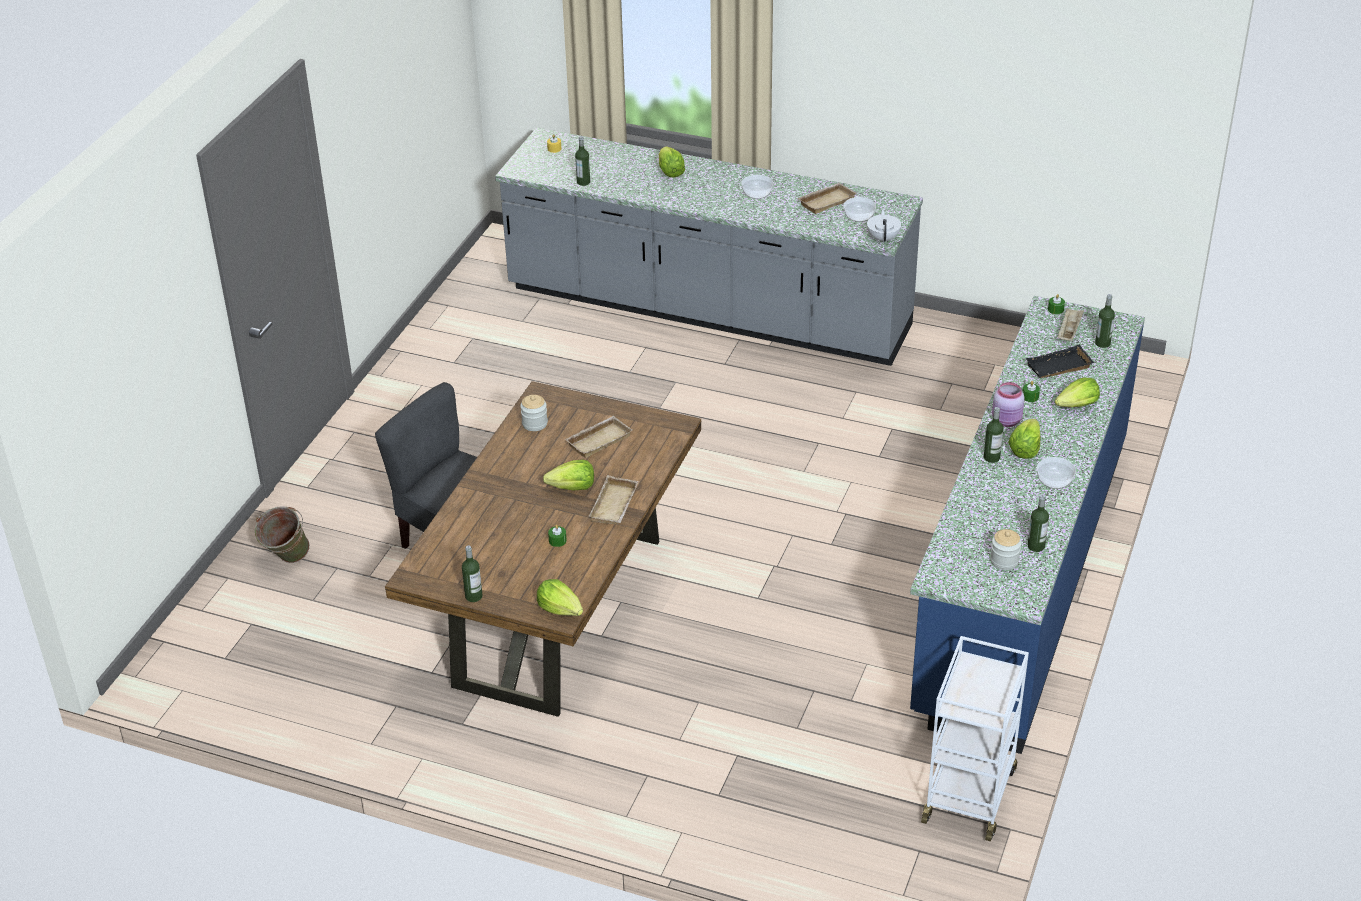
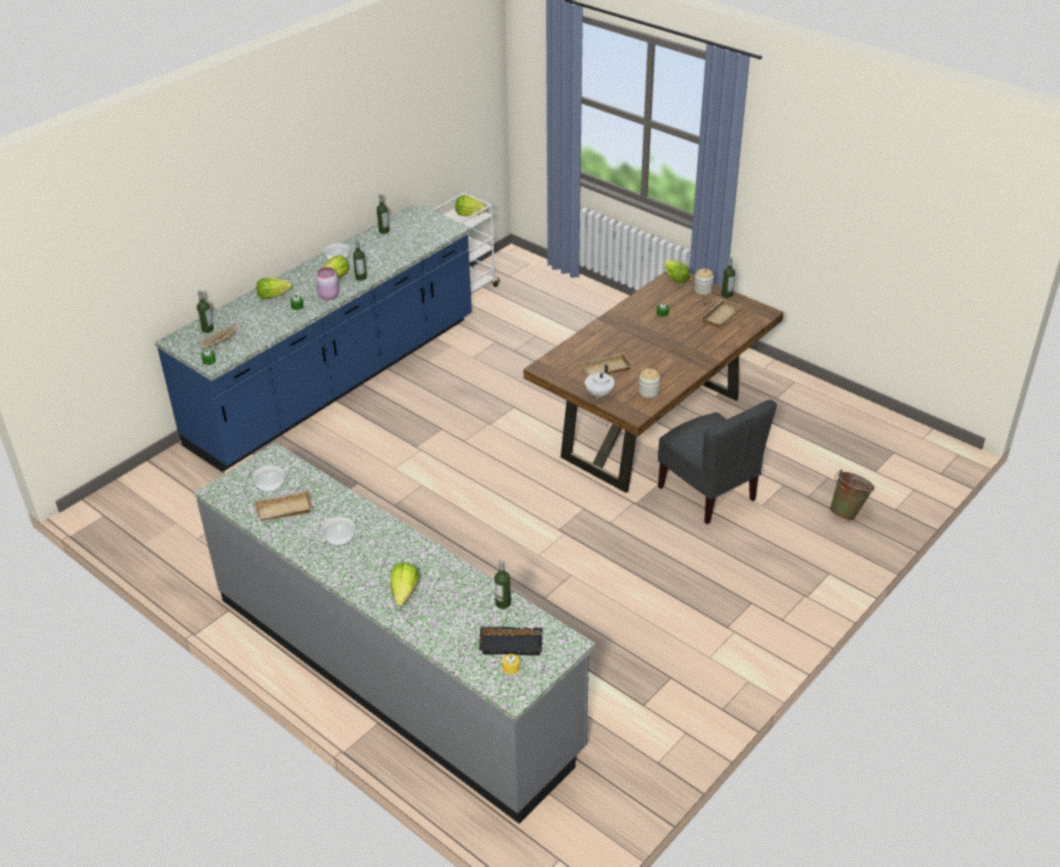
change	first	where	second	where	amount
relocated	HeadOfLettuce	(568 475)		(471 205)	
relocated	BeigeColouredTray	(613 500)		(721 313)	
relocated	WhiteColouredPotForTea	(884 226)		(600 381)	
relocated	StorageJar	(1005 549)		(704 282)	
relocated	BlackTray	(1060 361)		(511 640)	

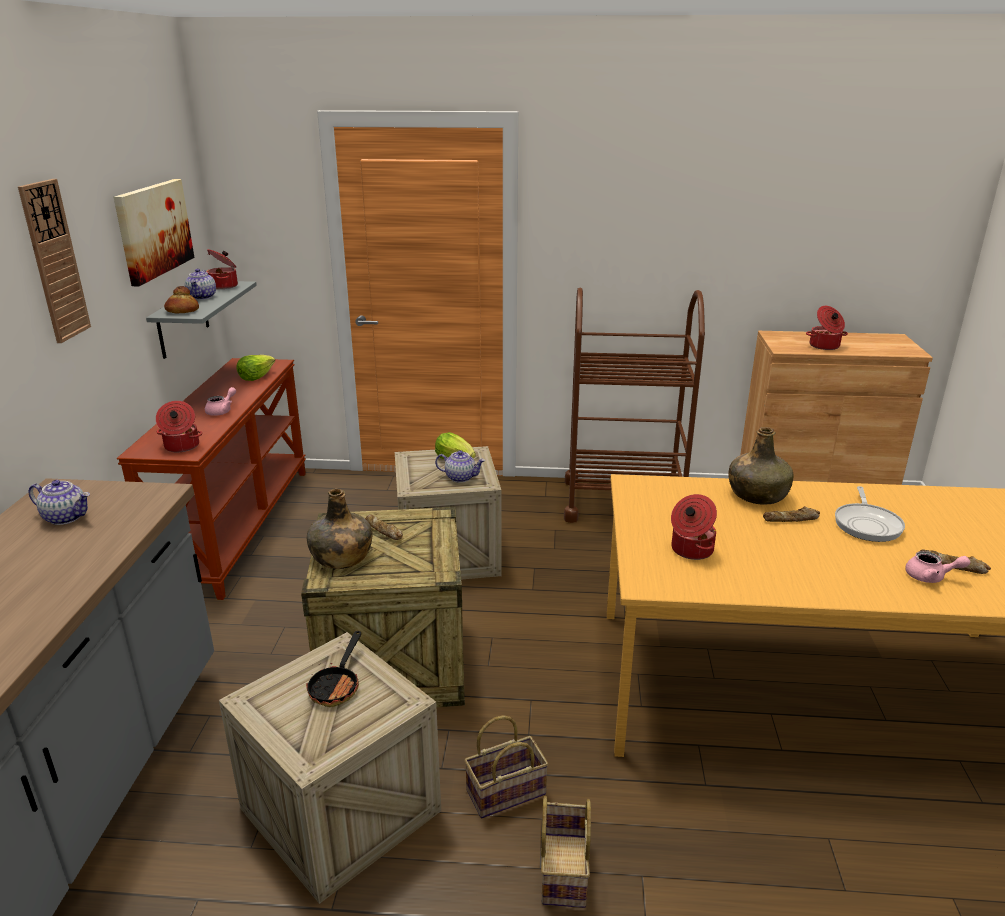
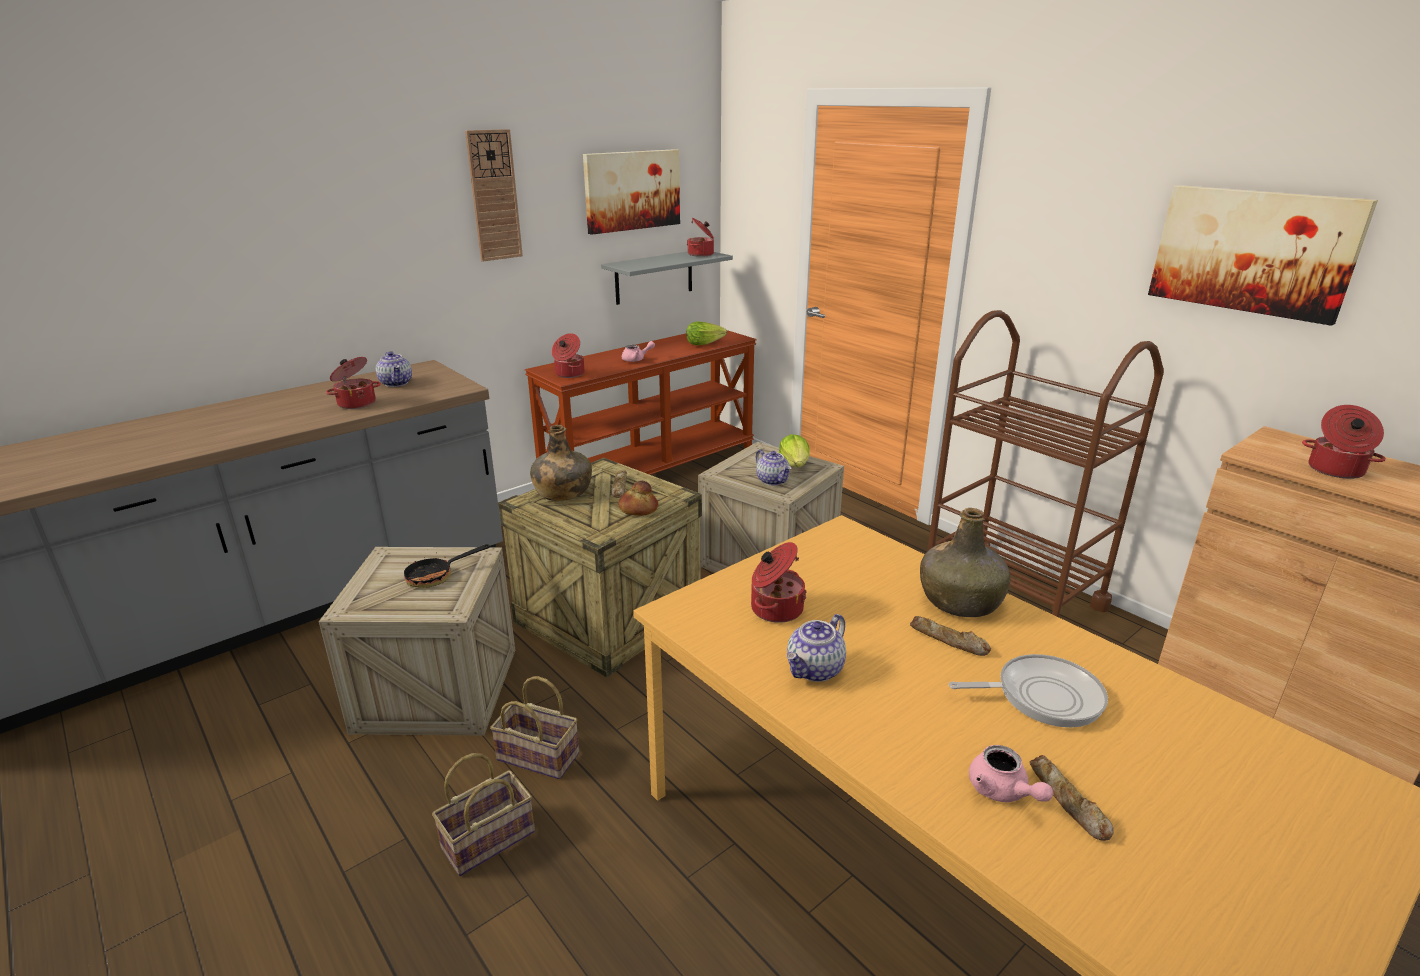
change	first	where	second	where	amount
appeared			Stockpot	(353 383)	
appeared			WallPicture	(1263 255)	
relocated	BakeryBread	(181 299)		(638 498)	
relocated	PotForTea	(200 284)		(816 648)	
spun	Skillet	(870 514)		(1028 691)	150 degrees counterclockwise

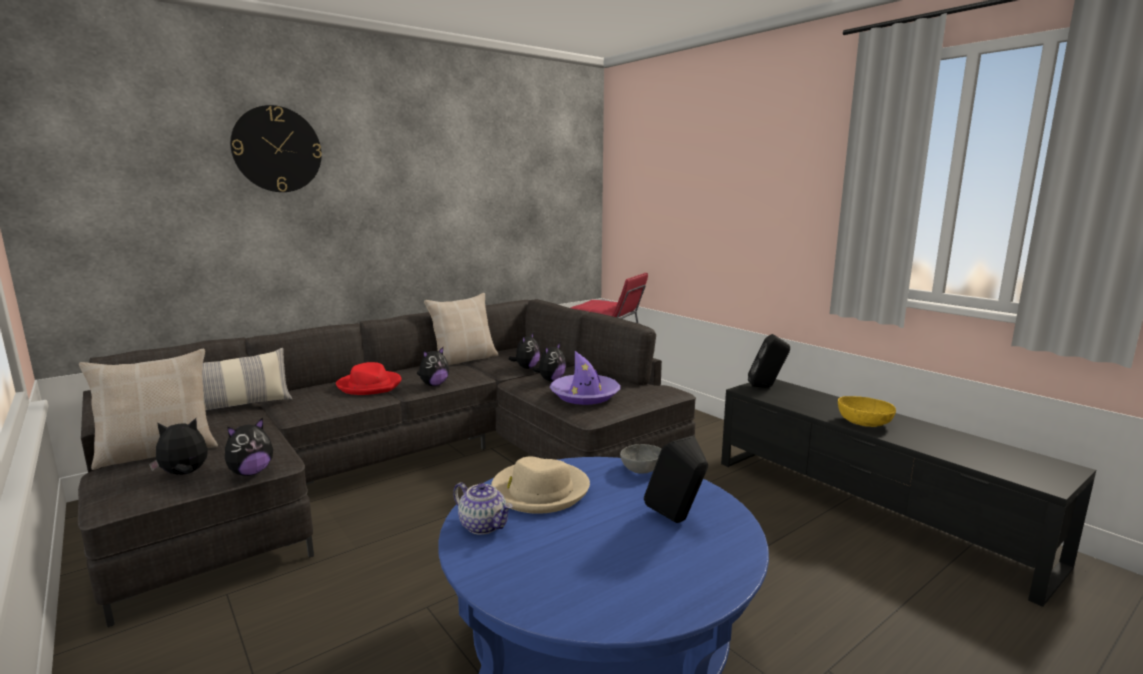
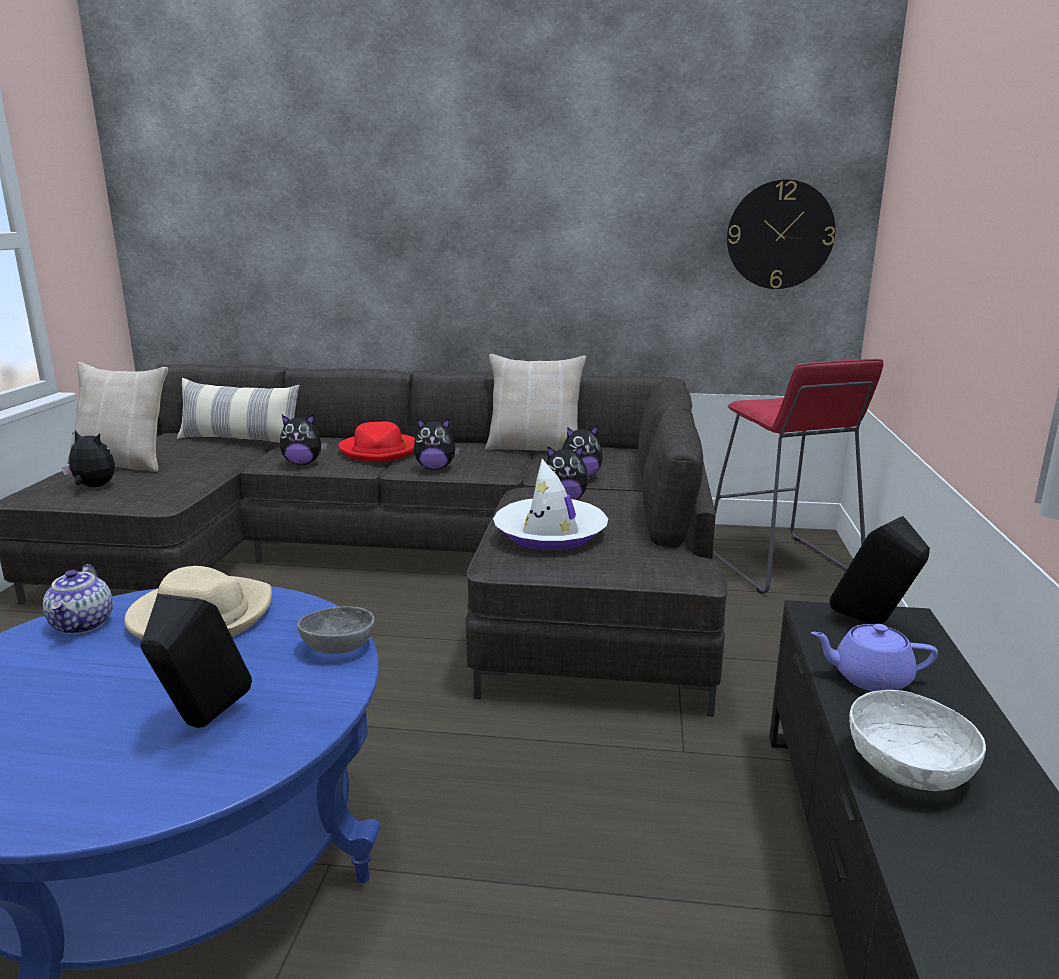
change	first	where	second	where	amount
appeared			PurplishPotForTea	(874 657)	
relocated	SoftToy	(249 447)		(303 439)	
relocated	ClockOnTheWall	(276 148)		(781 234)	
colour	PurplishHat	(585 378)	WhiteColouredHat	(550 504)	
colour	YellowColouredDeepDish	(867 411)	WhiteColouredDeepDish	(917 740)	

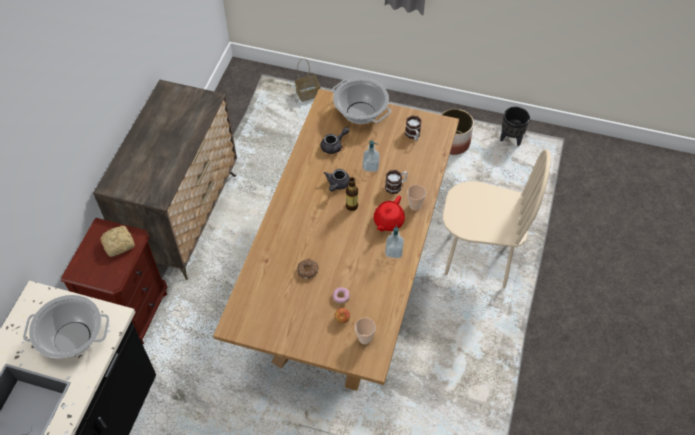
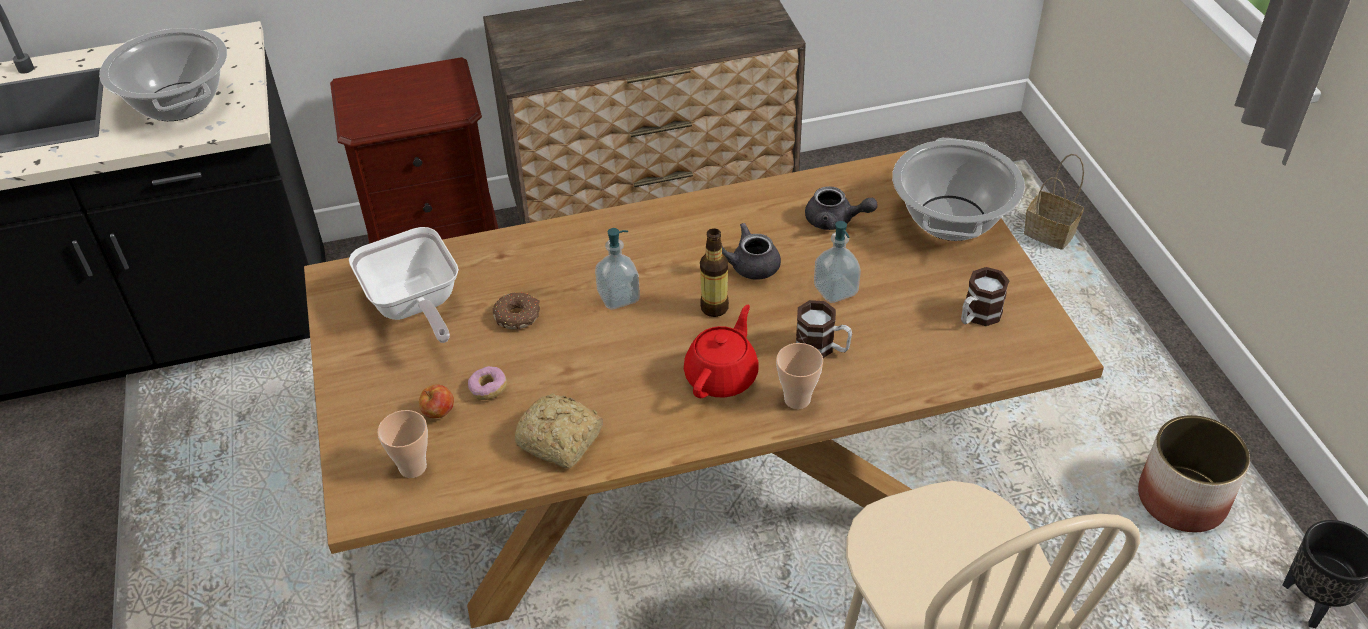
change	first	where	second	where	amount
appeared			Skillet	(404 285)	
relocated	BakeryBread	(118 241)		(559 430)	
relocated	SoapDispenser	(394 241)		(617 269)	
spun	ReddishPotForTea	(389 213)		(721 351)	120 degrees clockwise

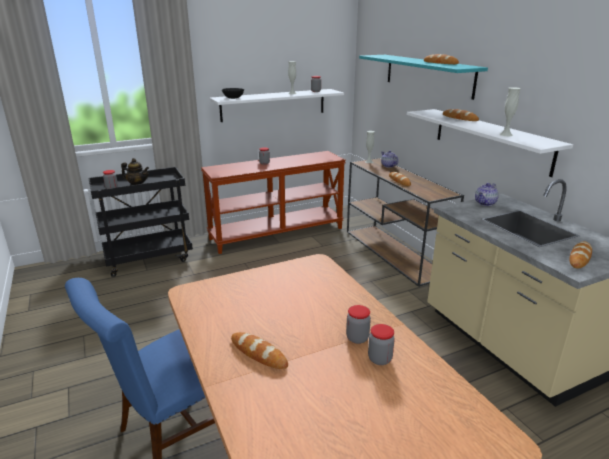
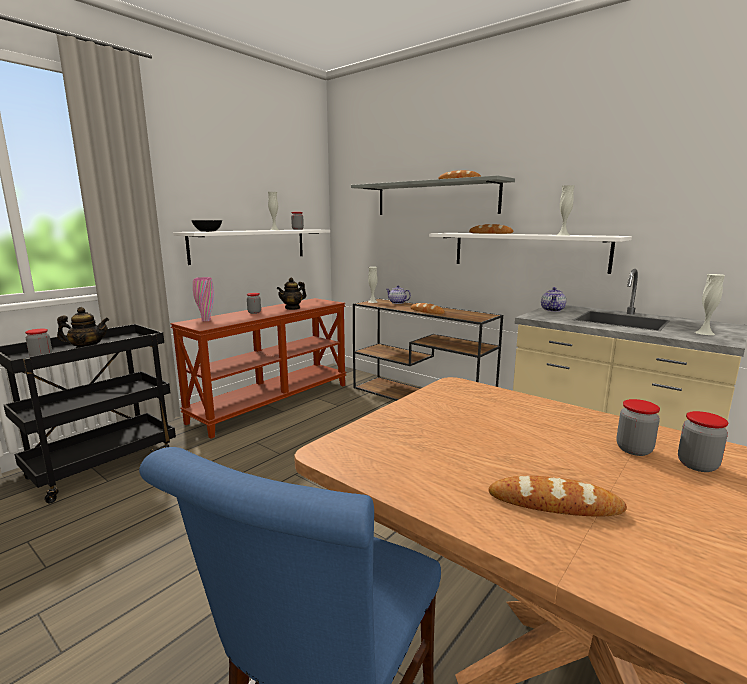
change	first	where	second	where	amount
appeared			PinkColouredVase	(203 299)	
appeared			PotForTea	(291 293)	
exchanged	BakeryBread	(581 255)	WhiteColouredVase	(710 304)	
colour	TurquoiseColouredWallShelf	(423 77)	GreyWallShelf	(433 195)	

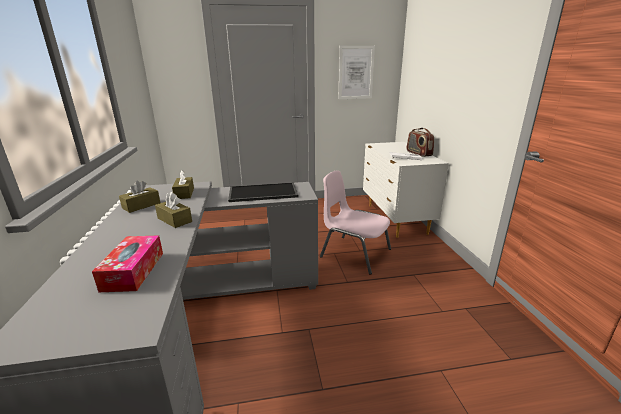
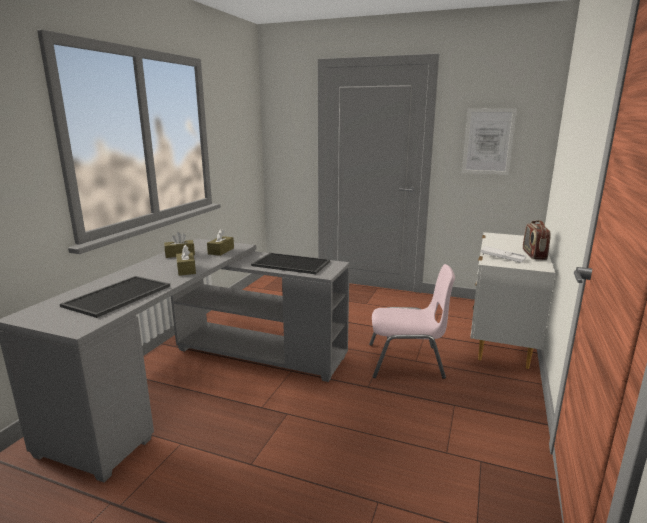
change	first	where	second	where	amount
exchanged	TissueHolder	(127 263)	Tray	(115 297)	
spun	PinkColouredPlainChair	(355 222)		(412 321)	120 degrees clockwise

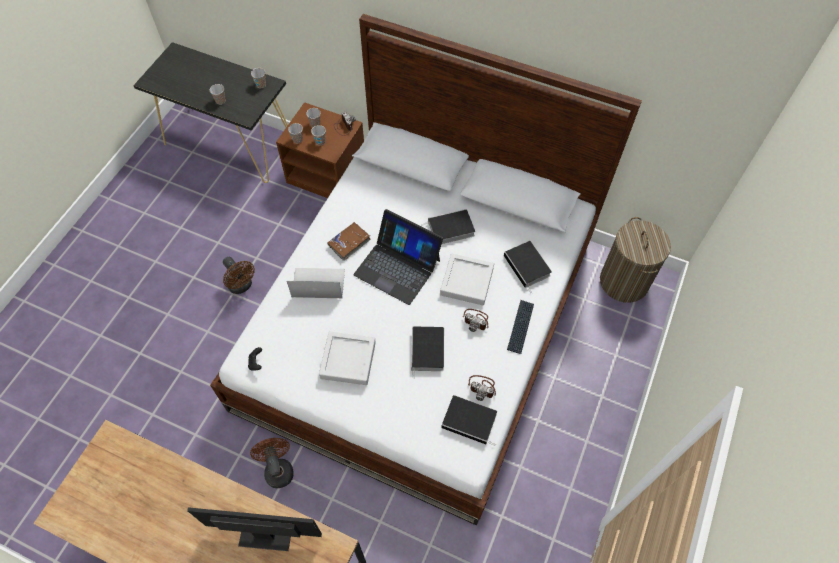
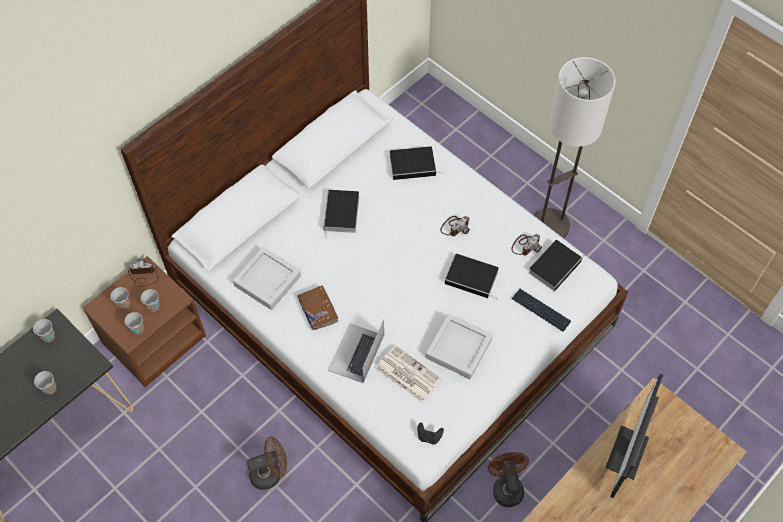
change	first	where	second	where	amount
missing	PortableComputer	(398 257)			
missing	WashingBasket	(635 260)			
appeared			PrintedPaper	(409 374)	
appeared			StandingLamp	(575 147)	
relocated	GreyTray	(467 279)		(267 278)	
relocated	Keyboard	(520 327)		(541 310)	
spun	BrownishElectricFan	(272 463)		(508 479)	75 degrees clockwise

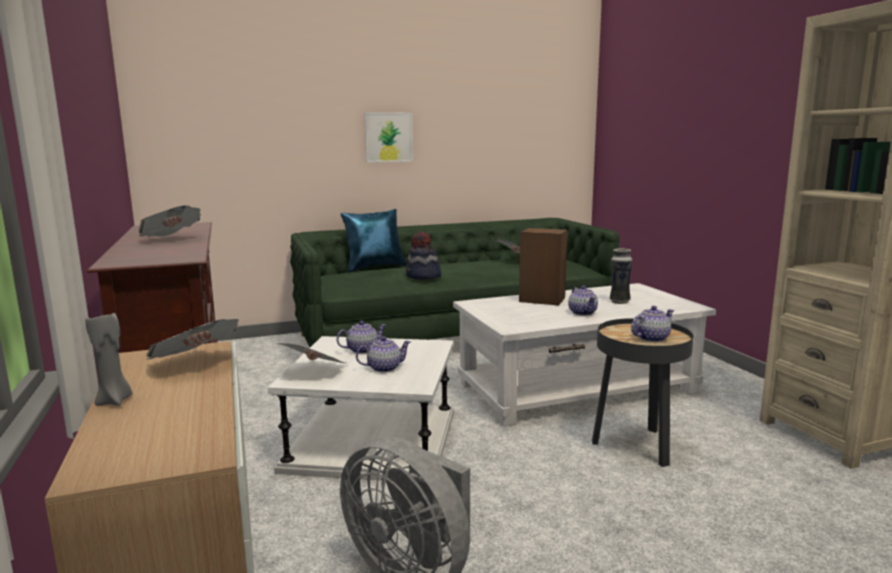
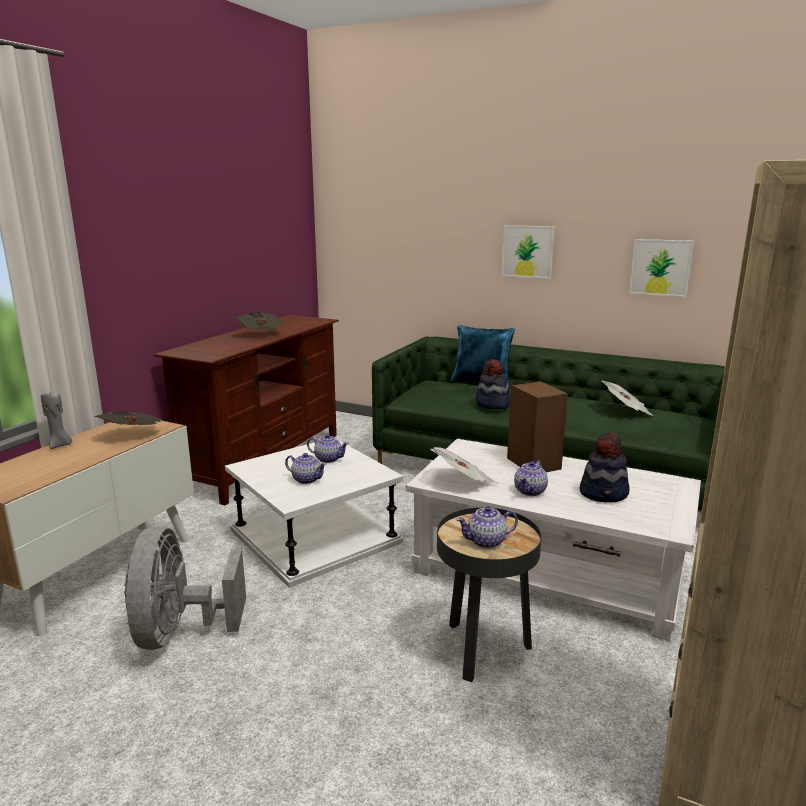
change	first	where	second	where	amount
appeared			WallPicture	(661 268)	
relocated	PrintedPaper	(311 353)		(464 465)	
exchanged	Vase	(621 276)	Hat	(604 467)	
spun	PotForTea	(652 324)		(487 527)	150 degrees clockwise

